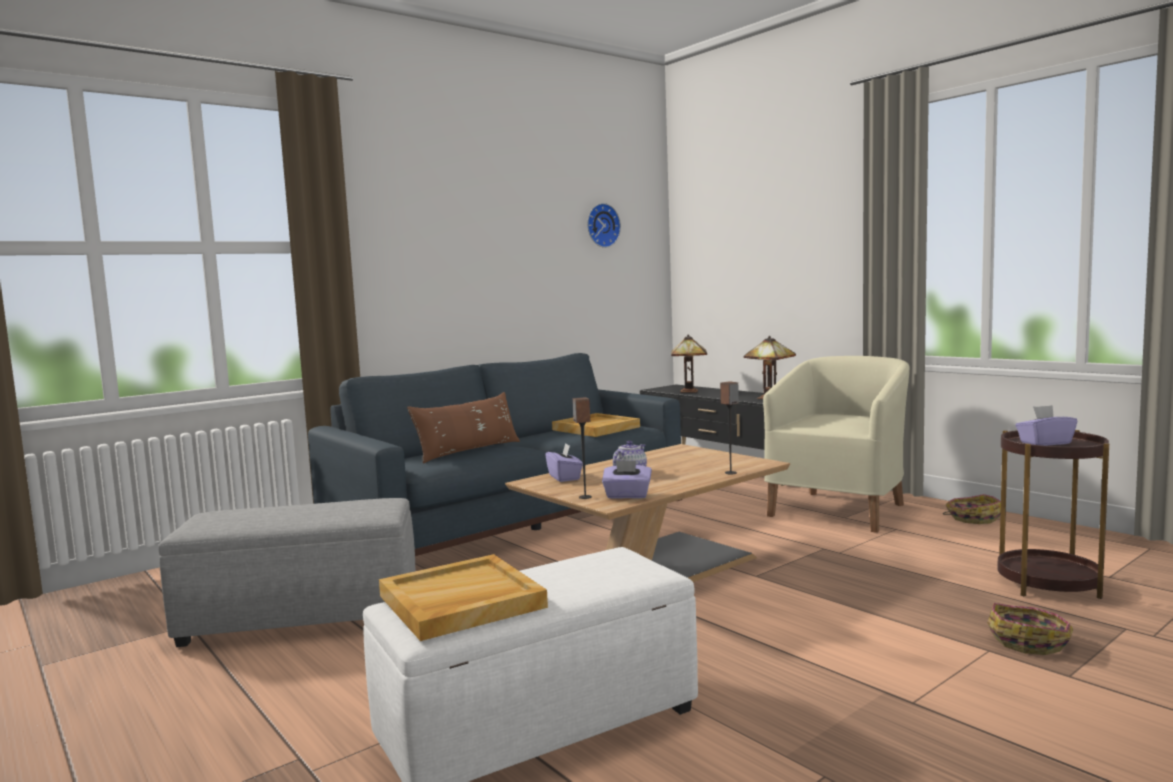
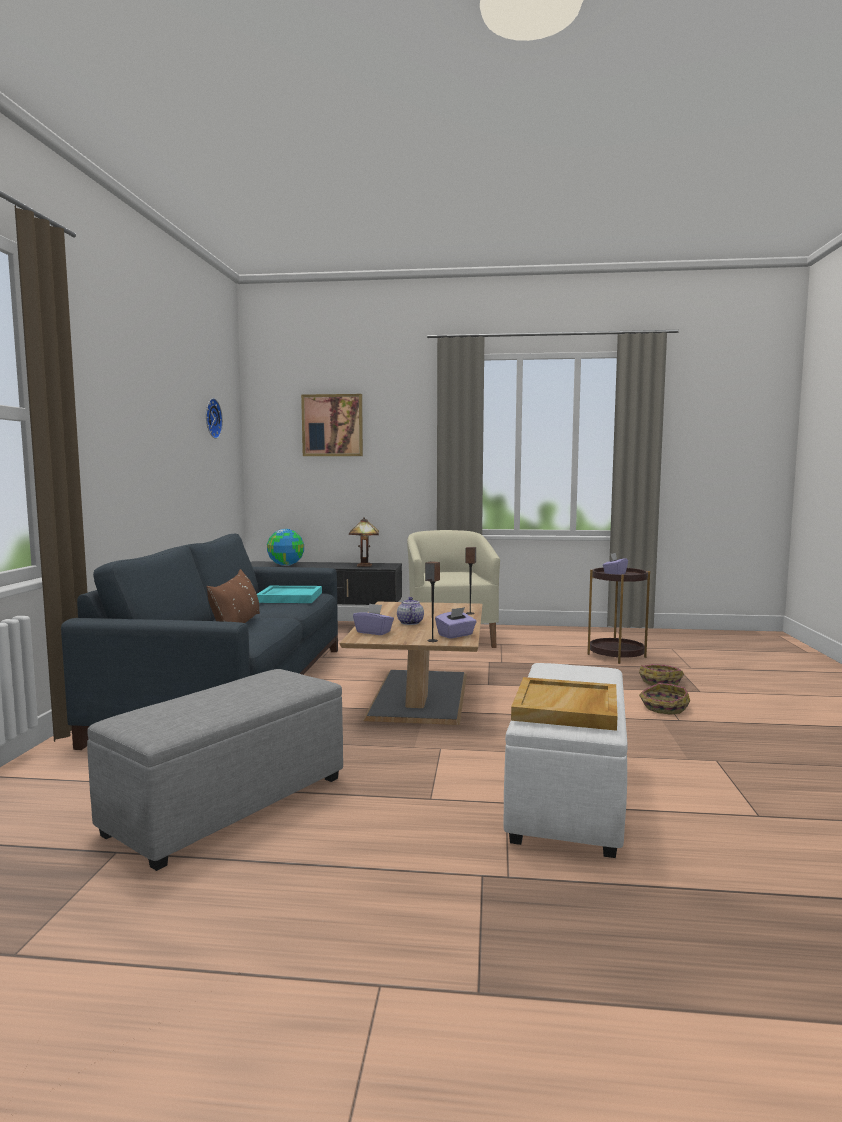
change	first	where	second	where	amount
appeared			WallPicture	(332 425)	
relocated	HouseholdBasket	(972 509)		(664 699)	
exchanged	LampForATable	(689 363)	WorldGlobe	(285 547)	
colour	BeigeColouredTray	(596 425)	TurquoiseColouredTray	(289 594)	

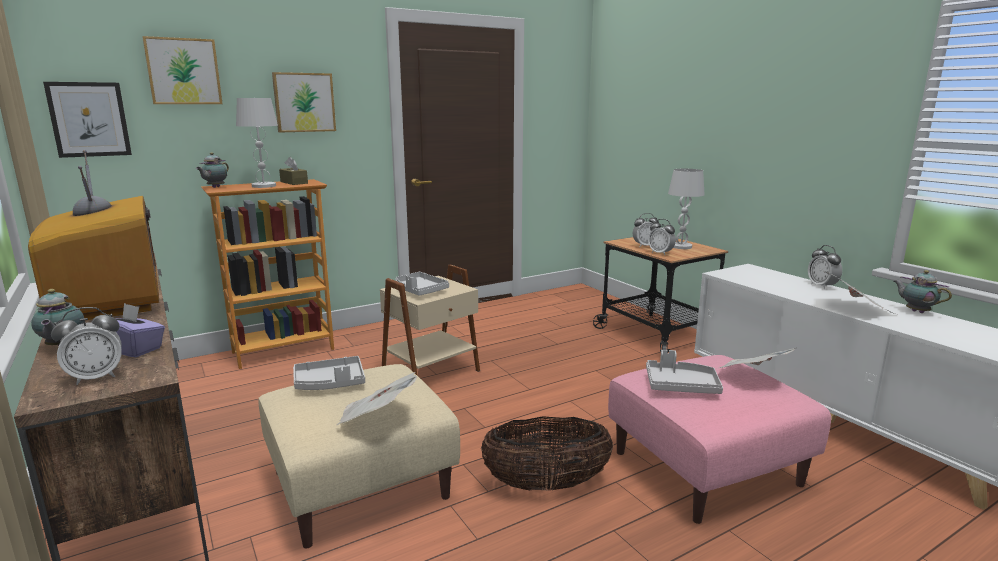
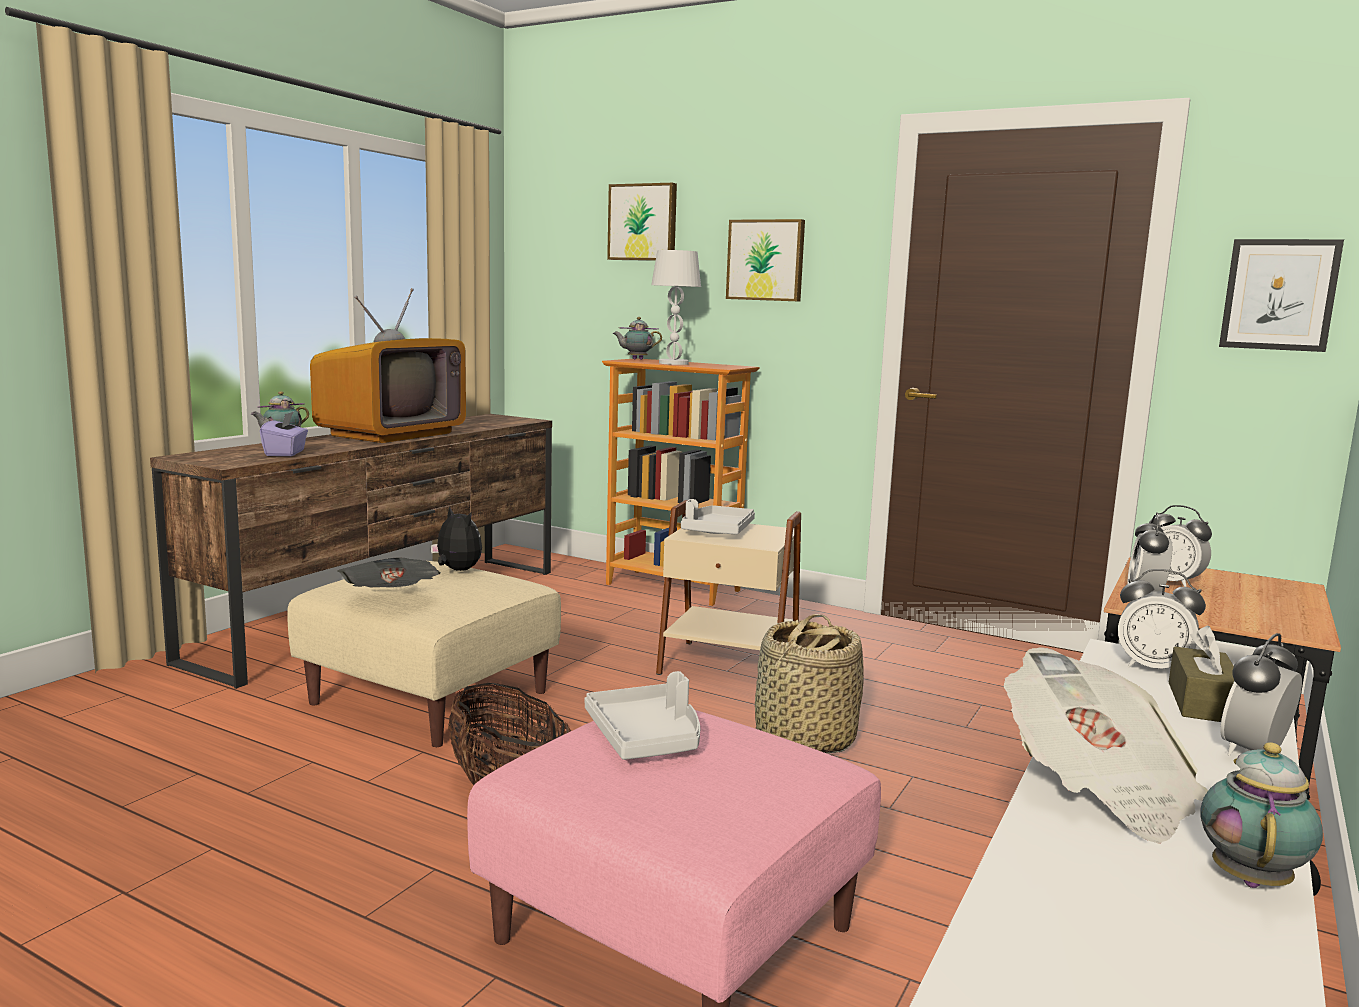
change	first	where	second	where	amount
missing	WhiteColouredLampForATable	(686 209)			
missing	PrintedPaper	(757 358)			
appeared			HouseholdBasket	(809 683)	
relocated	WallPicture	(87 120)		(1281 295)	
relocated	AlarmClock	(86 346)		(1162 619)	
relocated	BrownishTissueHolder	(293 171)		(1201 673)	
exchanged	GreyTray	(329 373)	SoftToy	(456 538)	

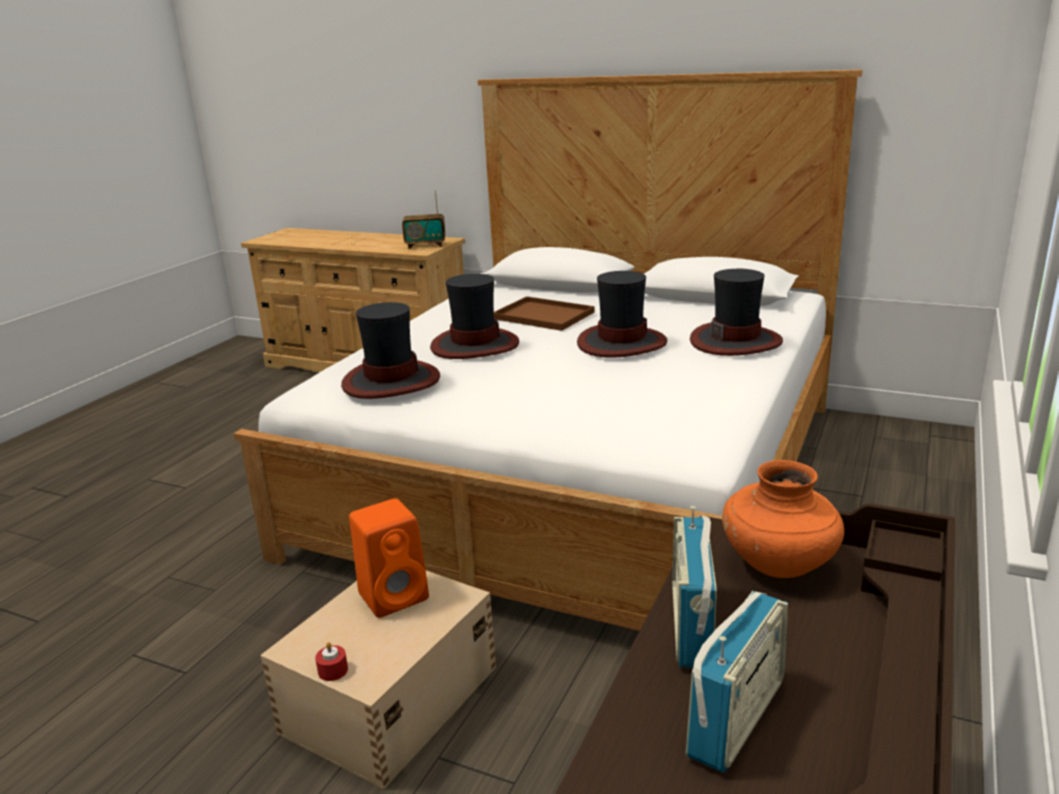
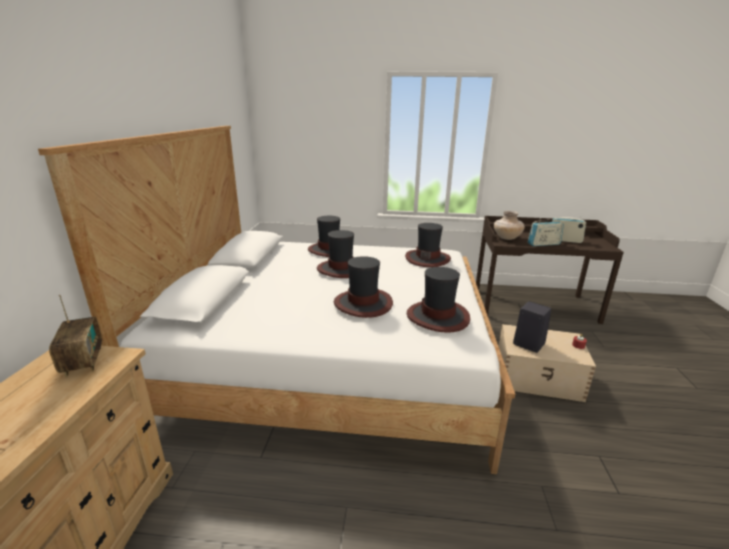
change	first	where	second	where	amount
missing	BrownishTray	(544 313)			
appeared			Hat	(428 245)	
colour	OrangeColouredLoudspeaker	(389 558)	BlackLoudspeaker	(532 327)	
colour	OrangeColouredVase	(783 519)	BeigeColouredVase	(509 225)	

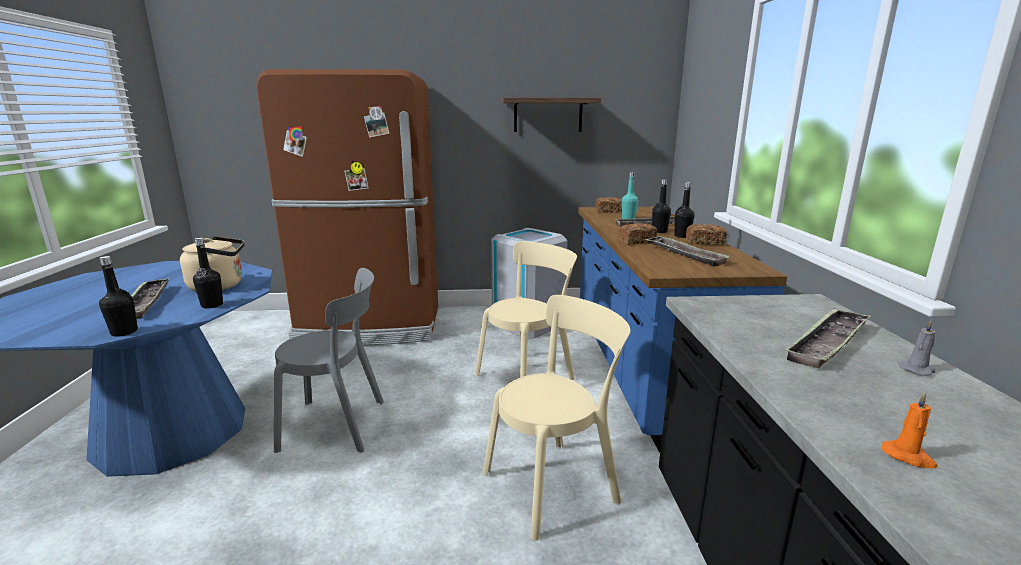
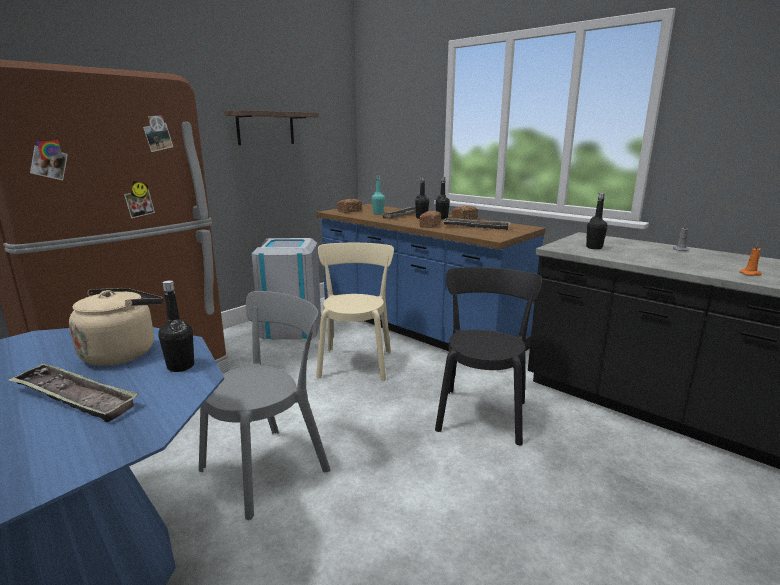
change	first	where	second	where	amount
missing	Tray	(827 338)			
relocated	BlackBeverageBottle	(118 296)		(596 221)	
colour	BeigeColouredPlainChair	(557 418)	BlackPlainChair	(489 356)	

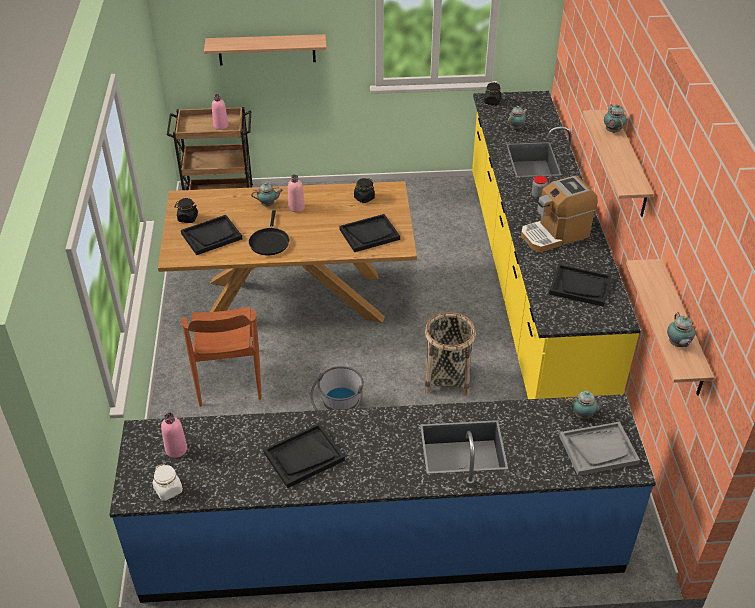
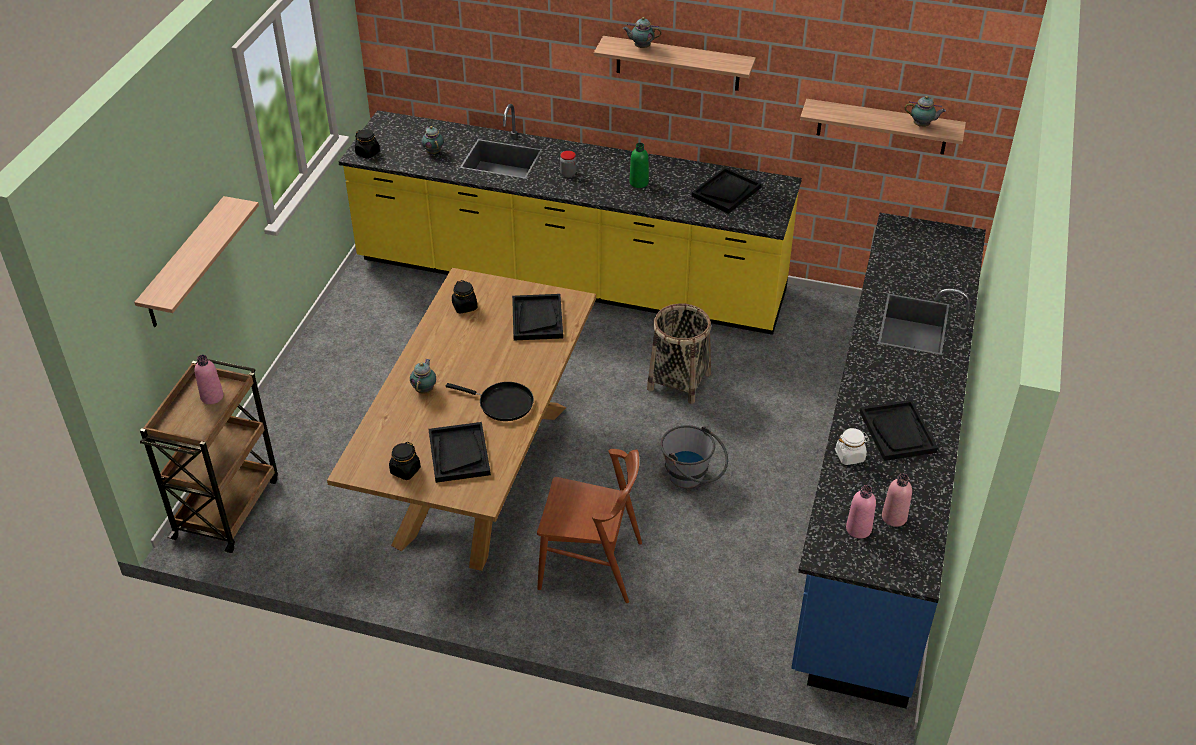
change	first	where	second	where	amount
missing	GreyTray	(599 449)			
missing	PotForTea	(586 404)			
relocated	WhiteColouredStorageJar	(167 482)		(852 446)	
relocated	PinkColouredBeverageBottle	(296 193)		(897 500)	
exchanged	CoffeeMaker	(559 214)	GreenColouredBeverageBottle	(639 165)	

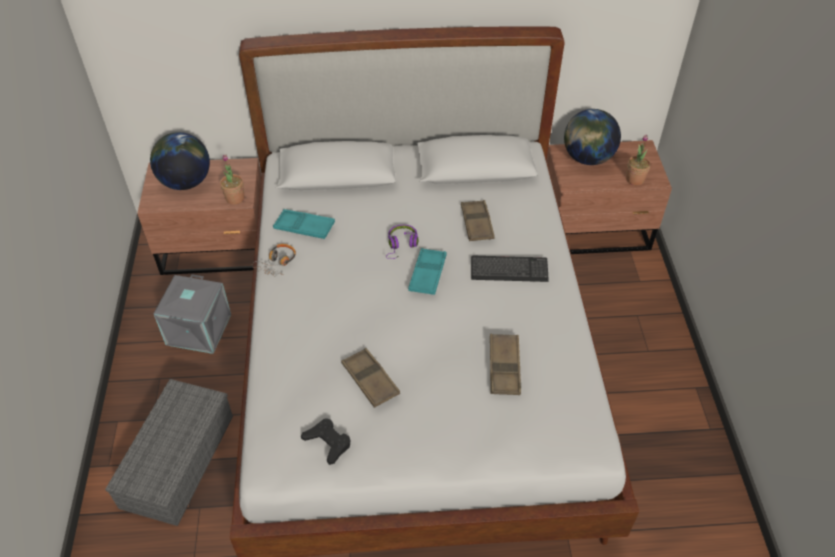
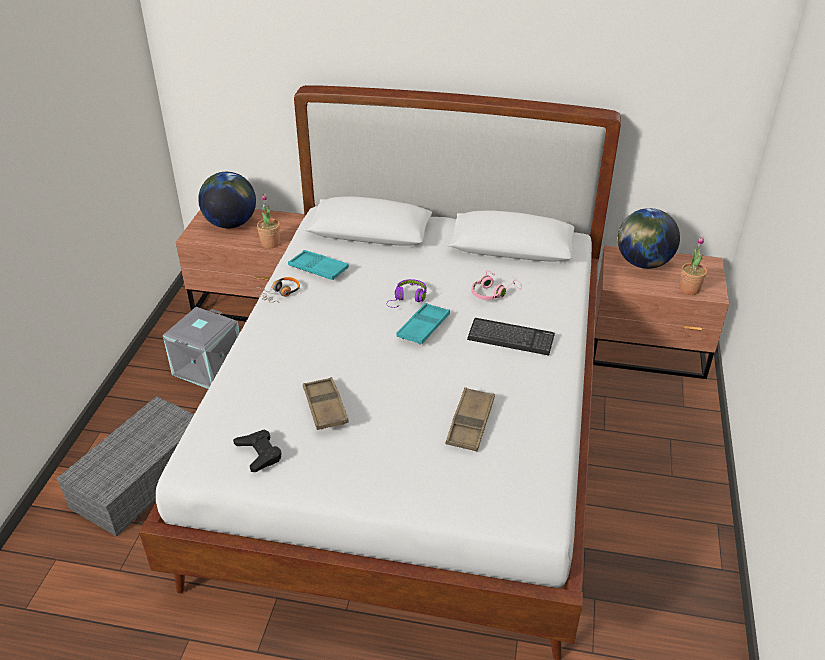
change	first	where	second	where	amount
exchanged	BrownishTray	(478 220)	PinkColouredHeadphones	(496 285)	

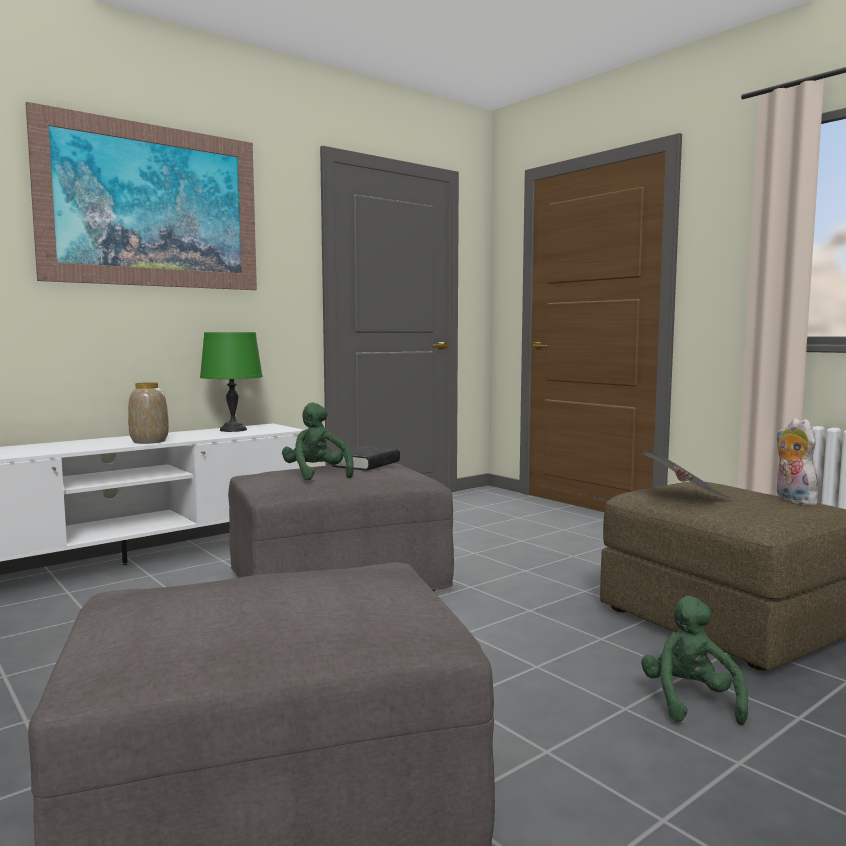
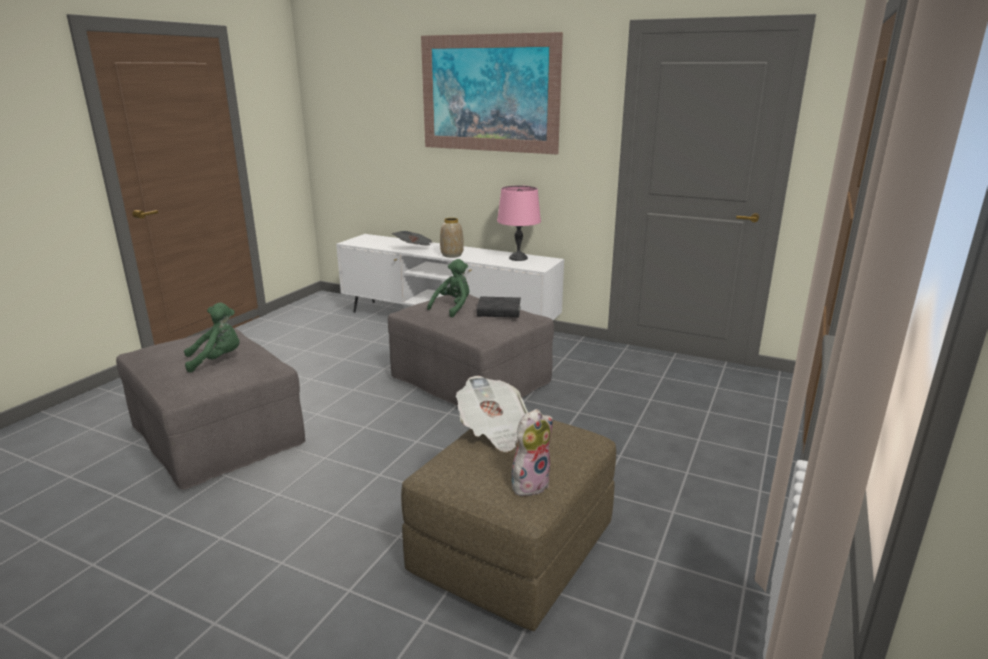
change	first	where	second	where	amount
appeared			PrintedPaper	(412 238)	
relocated	GreenColouredSoftToy	(694 660)		(211 338)	
colour	GreenColouredLampForATable	(231 382)	PinkColouredLampForATable	(519 223)	

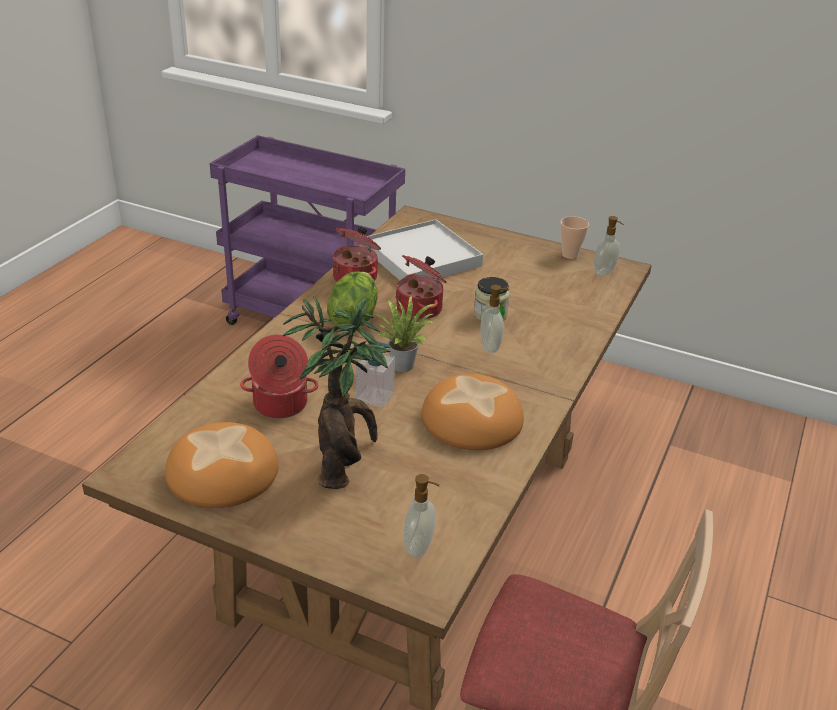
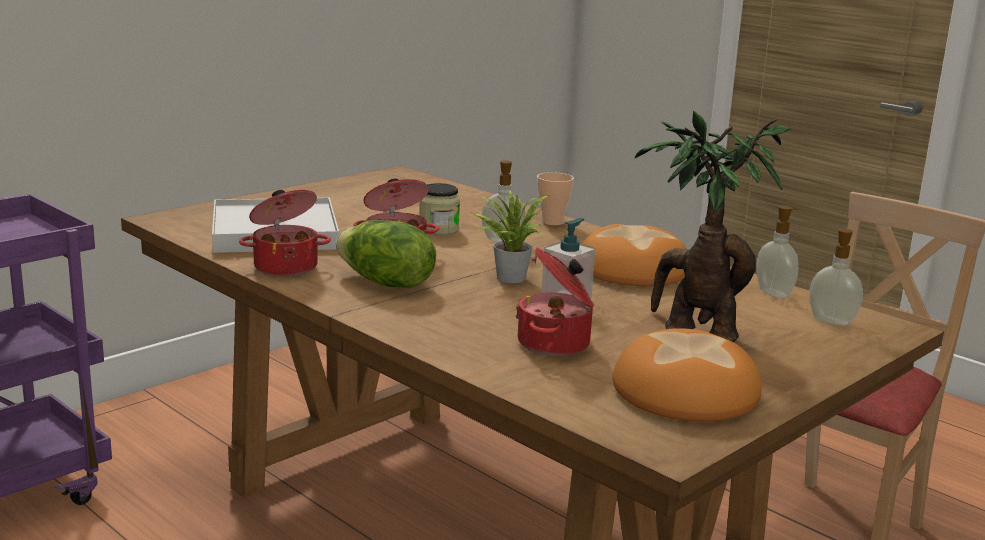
change	first	where	second	where	amount
relocated	SmallCup	(574 237)		(555 199)	
relocated	SoapDispenser	(608 246)		(777 252)	

